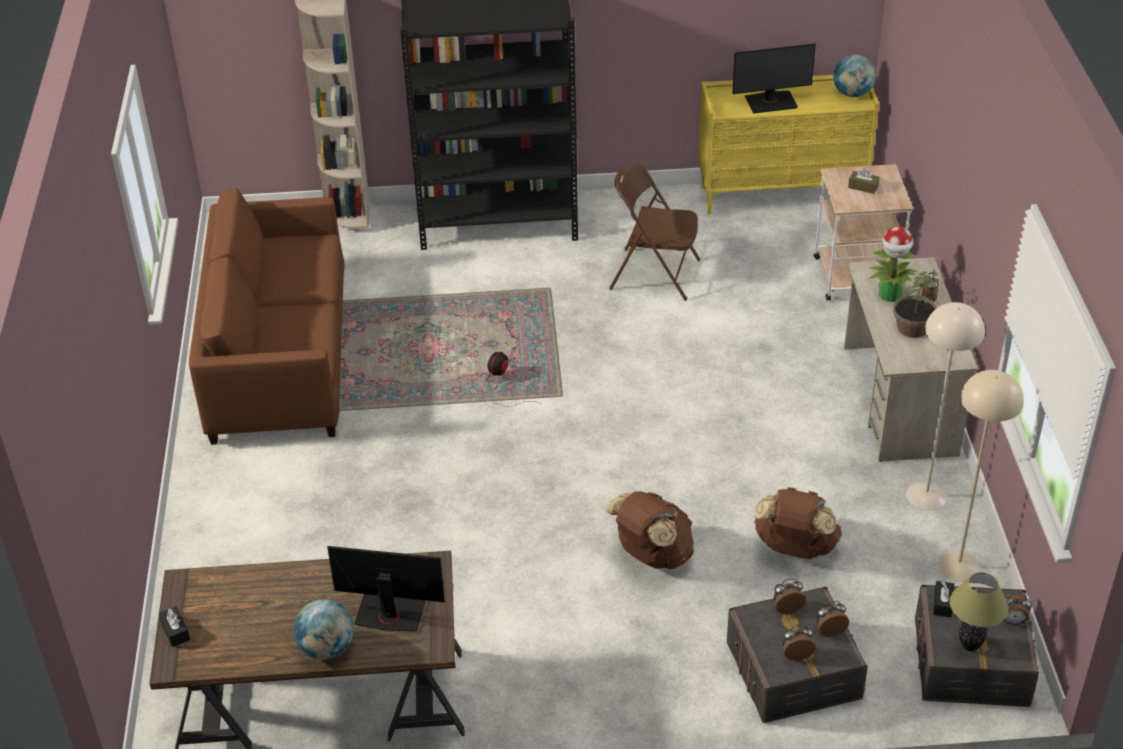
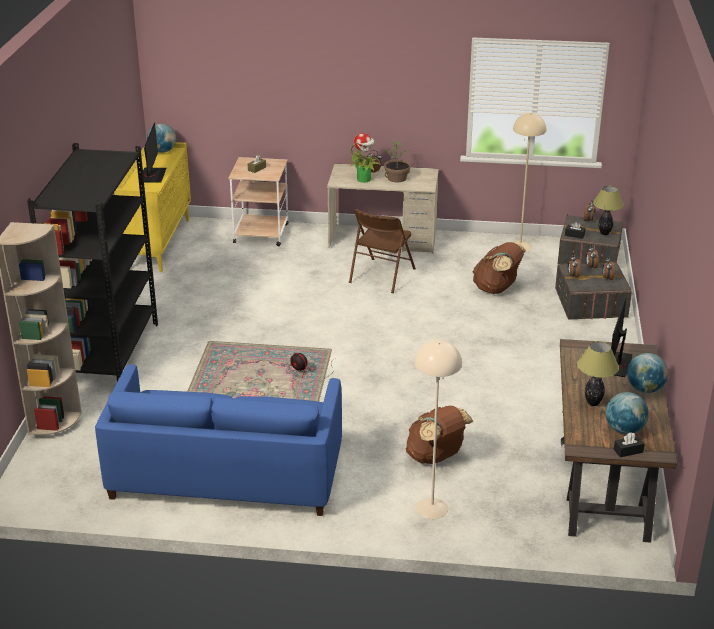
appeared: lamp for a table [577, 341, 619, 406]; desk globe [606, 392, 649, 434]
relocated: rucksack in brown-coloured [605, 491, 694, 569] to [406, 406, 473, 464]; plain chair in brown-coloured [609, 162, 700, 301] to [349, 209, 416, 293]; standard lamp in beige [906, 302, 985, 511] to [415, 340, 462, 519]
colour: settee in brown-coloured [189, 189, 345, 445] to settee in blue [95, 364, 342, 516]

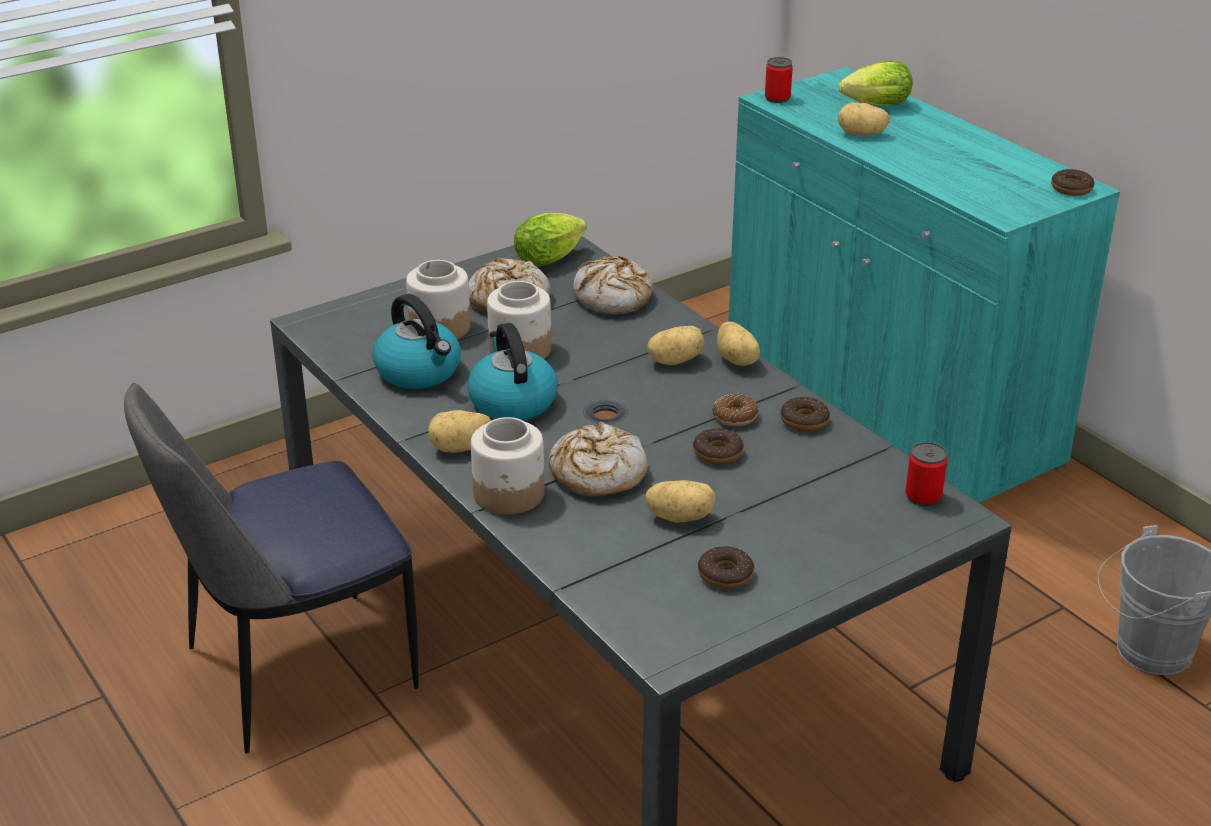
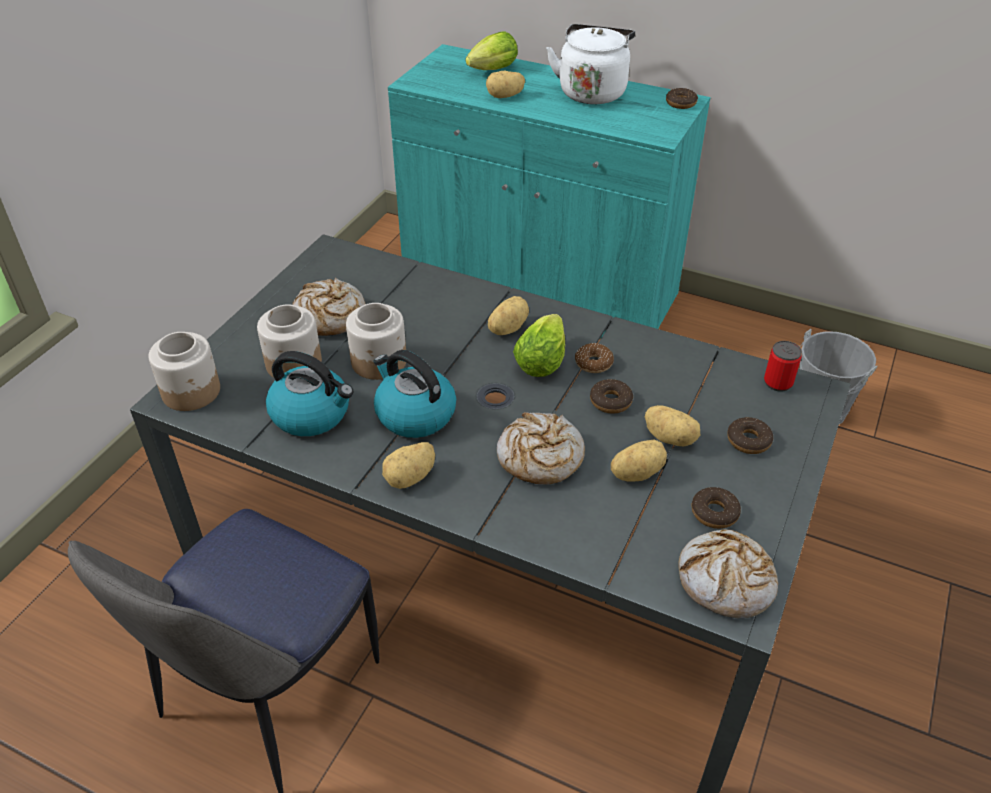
missing: sealed can [765, 57, 793, 103]
appeared: kettle in whitish [546, 24, 635, 104]
relocated: storage jar [471, 417, 544, 515] to [149, 332, 220, 411]; head of lettuce [514, 213, 587, 266] to [513, 314, 565, 377]; bread [573, 256, 653, 314] to [678, 529, 778, 619]; potato [717, 322, 760, 366] to [645, 405, 700, 446]; donut [781, 397, 830, 432] to [727, 417, 773, 454]

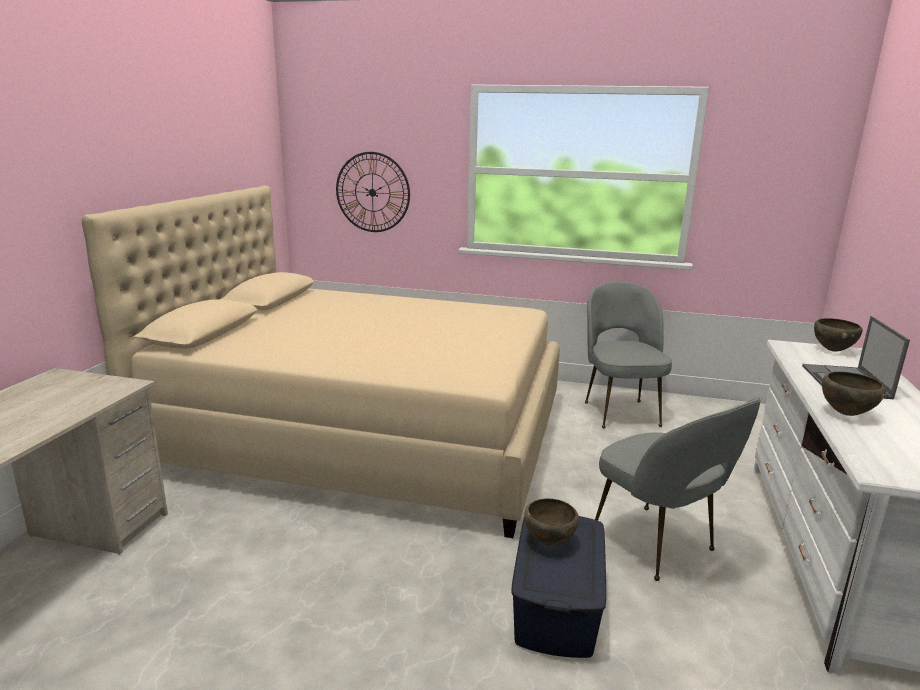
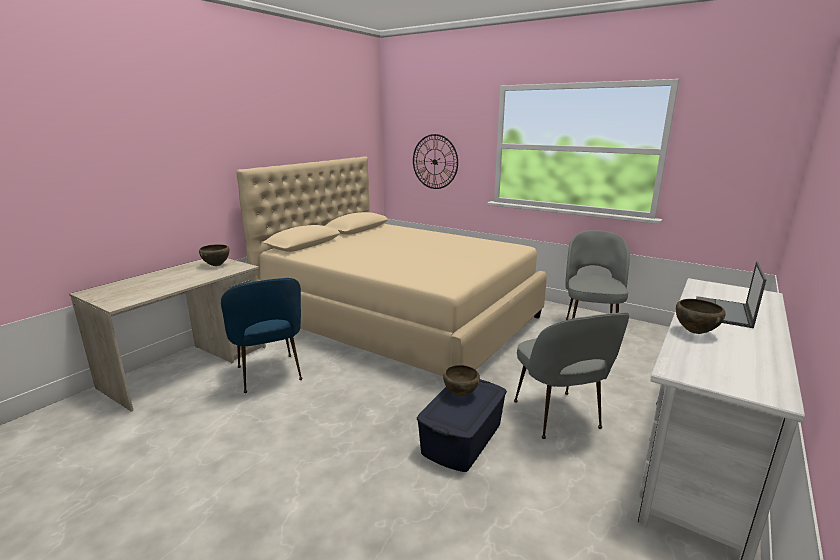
appeared: plain chair in blue [221, 278, 302, 393]
relocated: deep dish in brown-coloured [814, 318, 863, 352] to [199, 244, 229, 266]

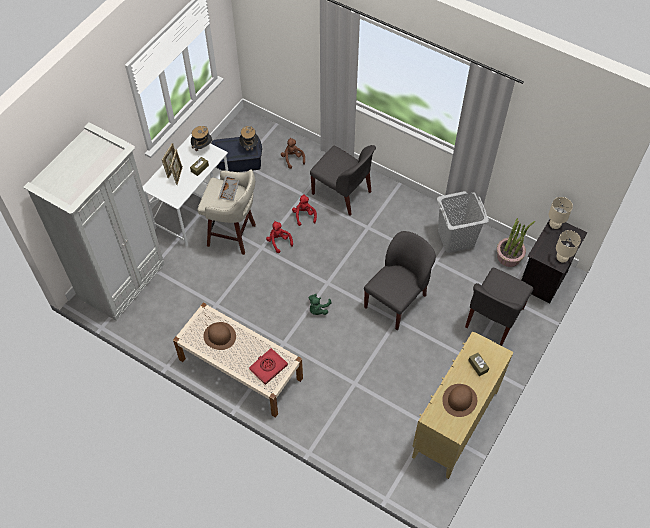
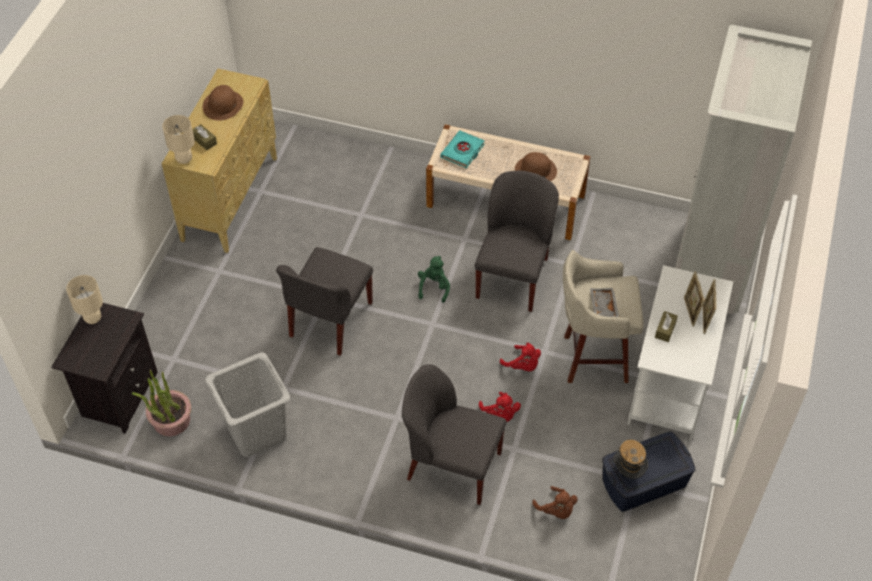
missing: wearable hat [191, 126, 212, 151]
relocated: plain chair in grey [465, 268, 533, 346] to [475, 171, 559, 312]; lamp for a table in beige [549, 197, 573, 229] to [162, 115, 195, 164]
colour: book in red-coloured [249, 348, 288, 385] to book in blue-green [441, 130, 485, 168]

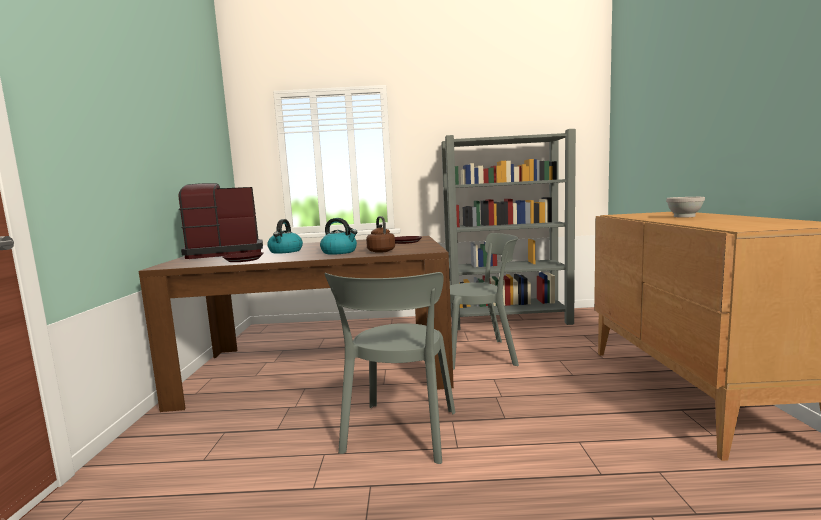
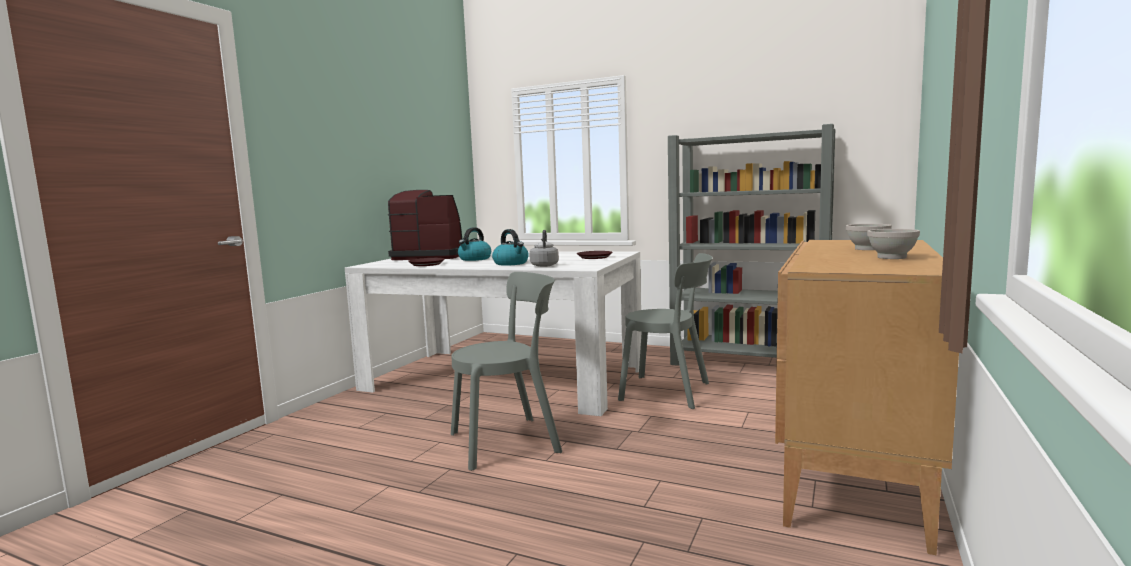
appeared: deep dish in whitish [867, 229, 920, 259]
colour: dinner table in brown-coloured [139, 236, 454, 412] to dinner table in whitish [345, 251, 642, 416]; kettle in brown-coloured [366, 216, 395, 253] to kettle in grey [529, 230, 559, 267]
spun: plain chair in grey [325, 272, 455, 464] = [451, 272, 562, 471] 150 degrees counterclockwise

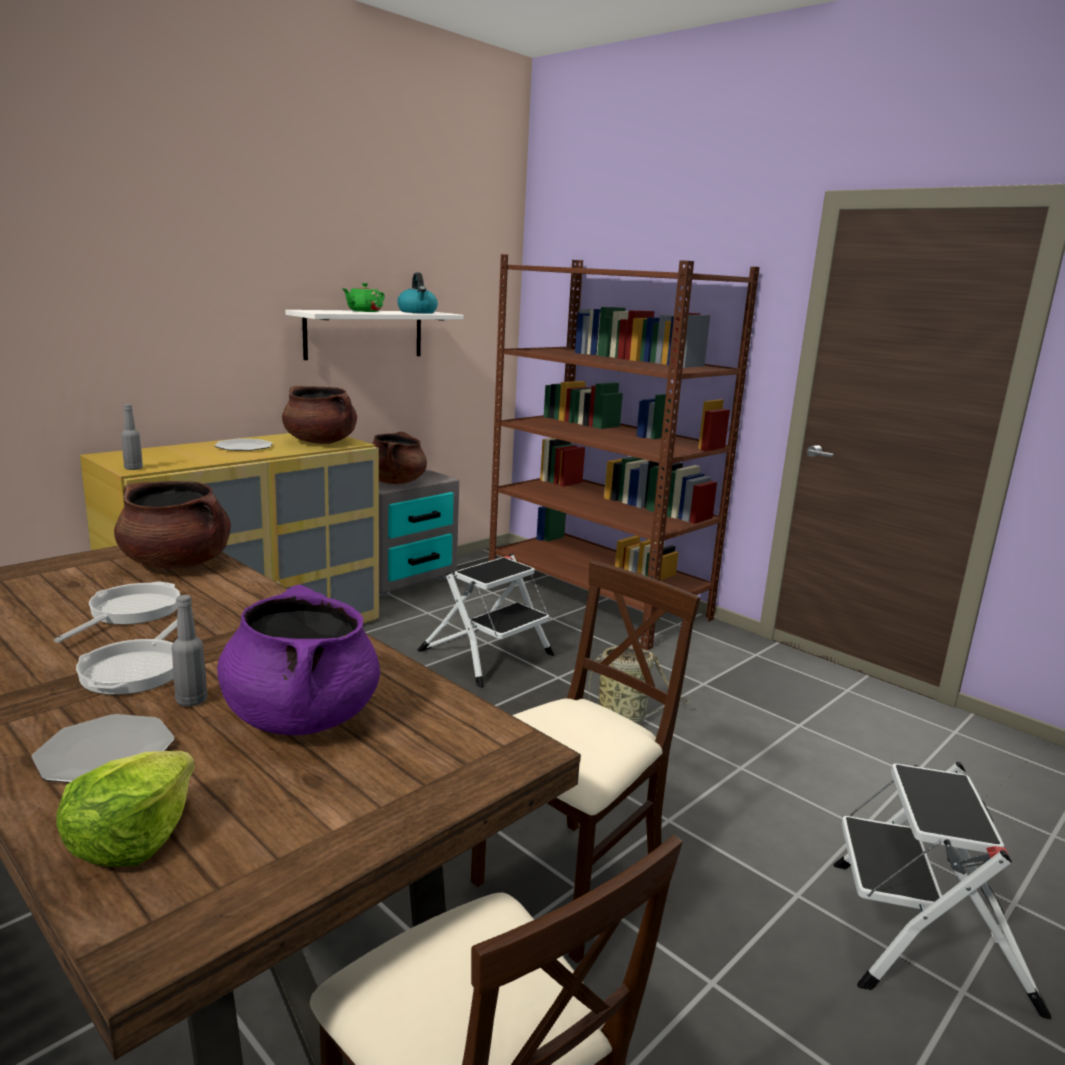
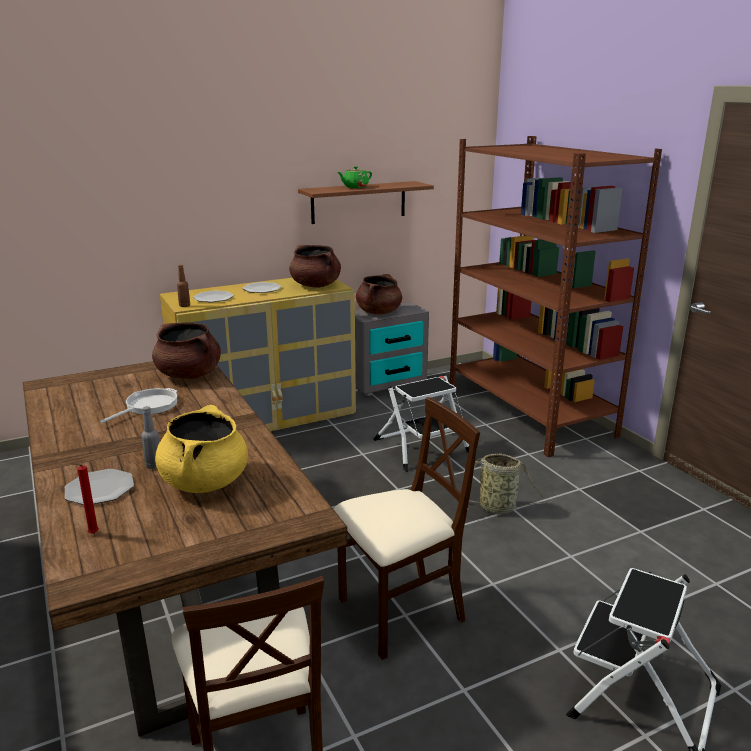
missing: skillet [76, 619, 177, 695]; kettle [397, 272, 438, 313]
appeared: flat dish [193, 290, 234, 302]
exchanged: head of lettuce [56, 751, 195, 867] to wax candle in red-coloured [73, 463, 99, 534]
colour: drink bottle in grey [121, 404, 143, 470] to drink bottle in brown-coloured [177, 265, 190, 307]; stockpot in purple [217, 585, 380, 735] to stockpot in yellow [155, 405, 248, 493]; shelf in whitish [285, 310, 464, 360] to shelf in brown-coloured [298, 181, 434, 224]

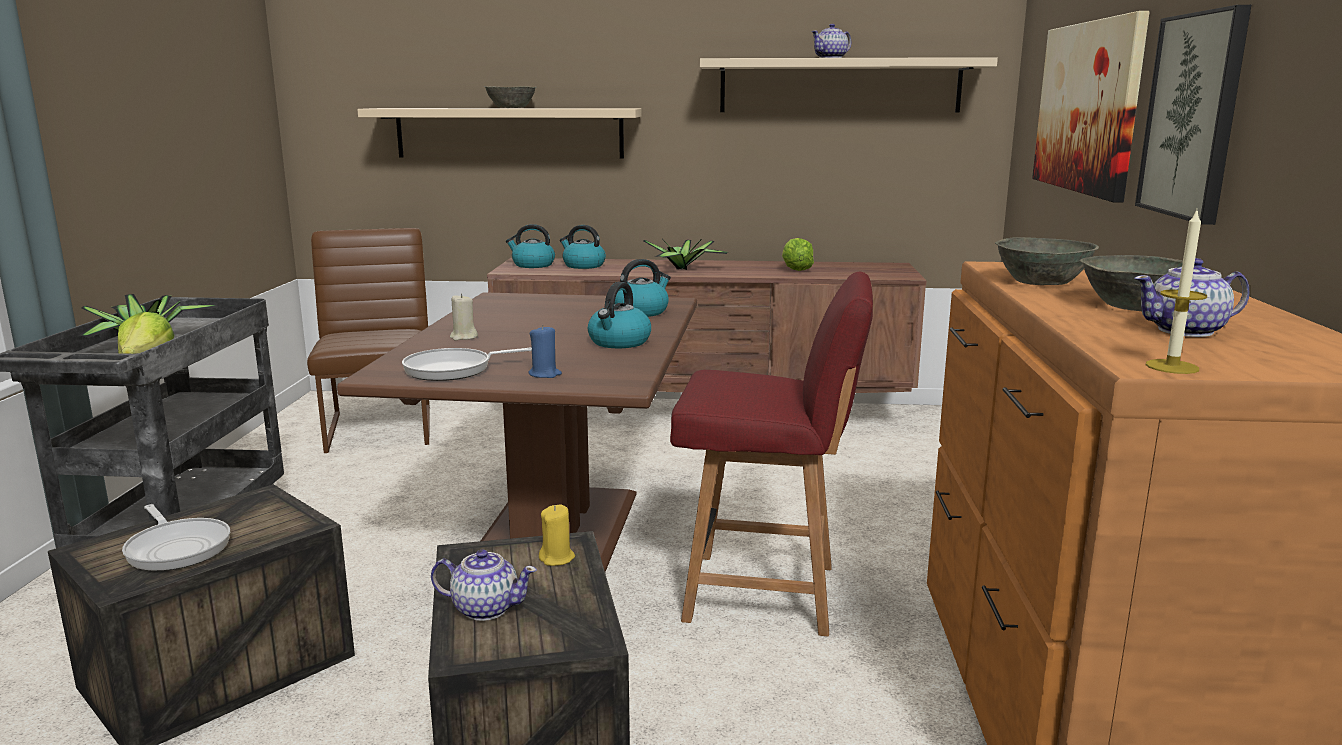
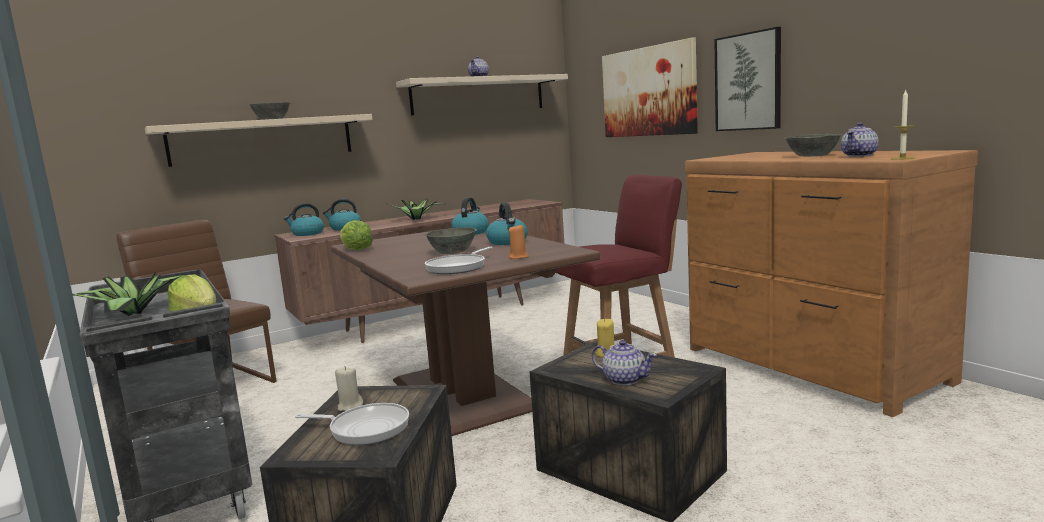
relocated: wax candle in beige [450, 294, 478, 341] to [335, 366, 363, 411]; head of lettuce [782, 238, 814, 271] to [340, 220, 373, 250]; deep dish in grey [995, 237, 1099, 285] to [425, 228, 477, 254]
colour: wax candle in blue [528, 325, 562, 378] to wax candle in orange [509, 225, 529, 259]
spun: teapot [431, 550, 537, 621] = [592, 340, 657, 385] 60 degrees clockwise

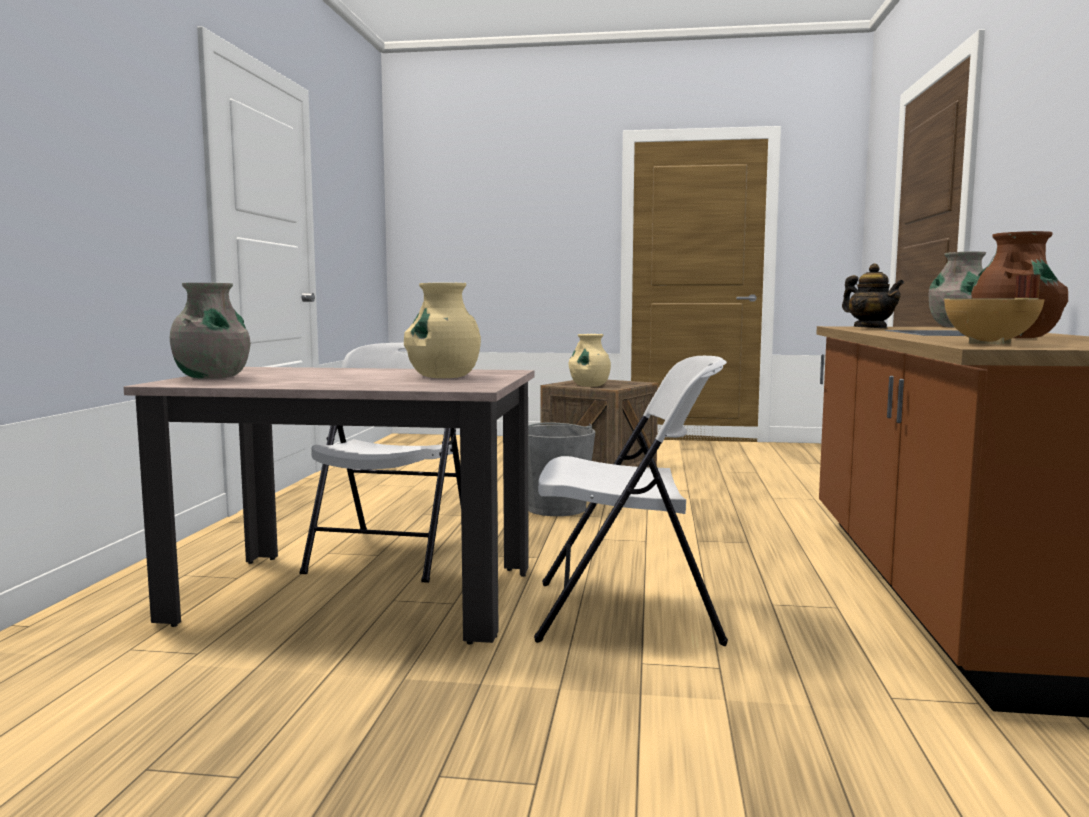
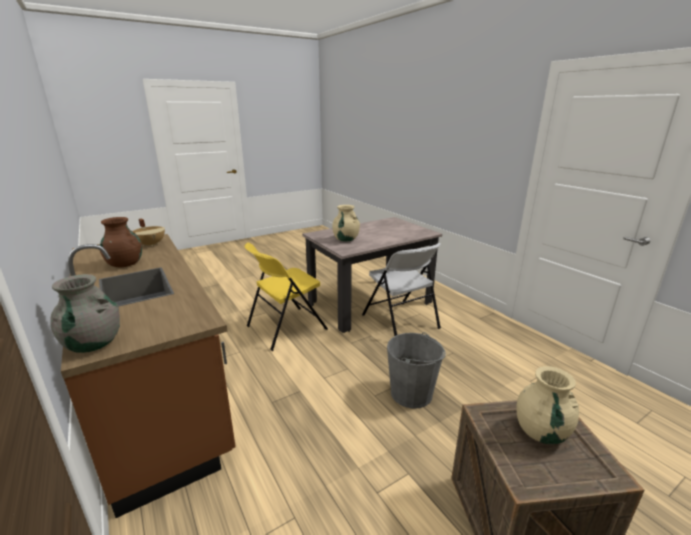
missing: vase in grey [170, 283, 251, 379]; teapot [842, 263, 904, 329]
colour: plain chair in whitish [534, 356, 728, 646] to plain chair in yellow [245, 243, 328, 351]

